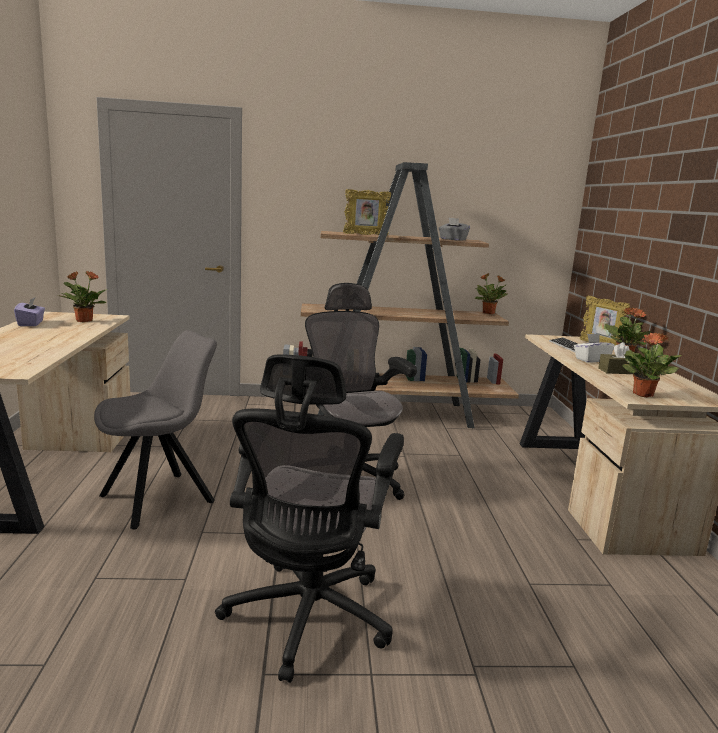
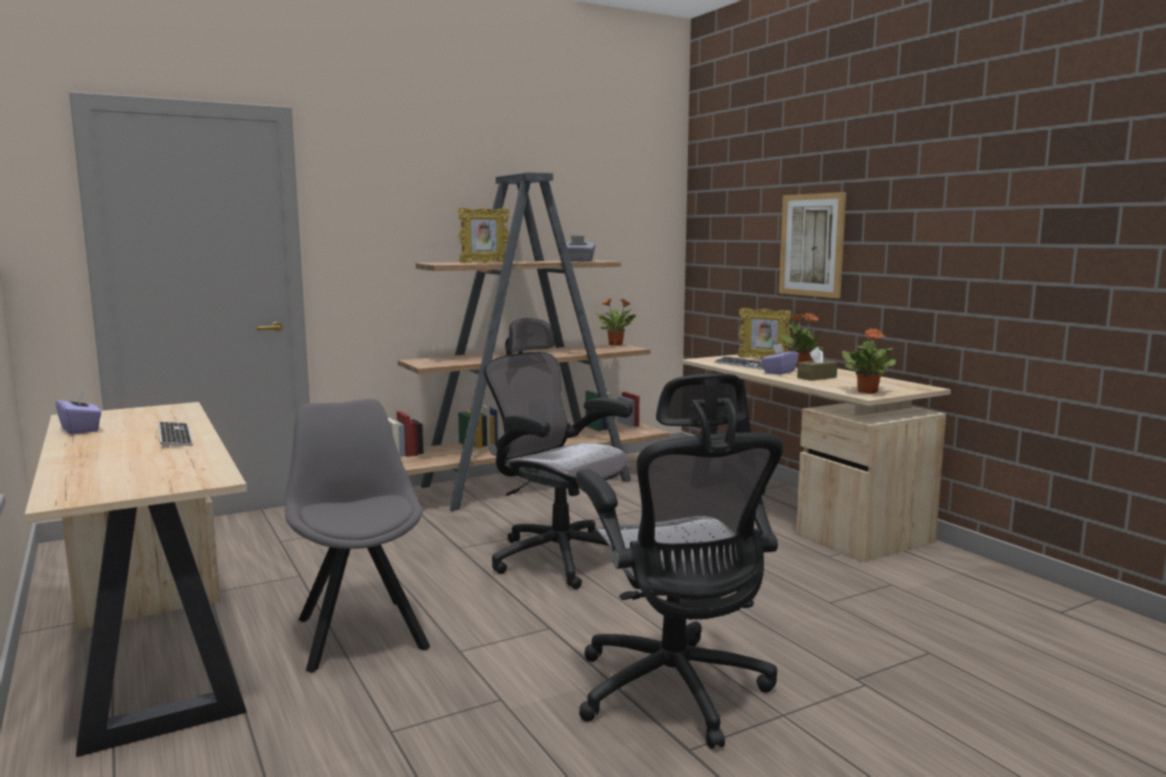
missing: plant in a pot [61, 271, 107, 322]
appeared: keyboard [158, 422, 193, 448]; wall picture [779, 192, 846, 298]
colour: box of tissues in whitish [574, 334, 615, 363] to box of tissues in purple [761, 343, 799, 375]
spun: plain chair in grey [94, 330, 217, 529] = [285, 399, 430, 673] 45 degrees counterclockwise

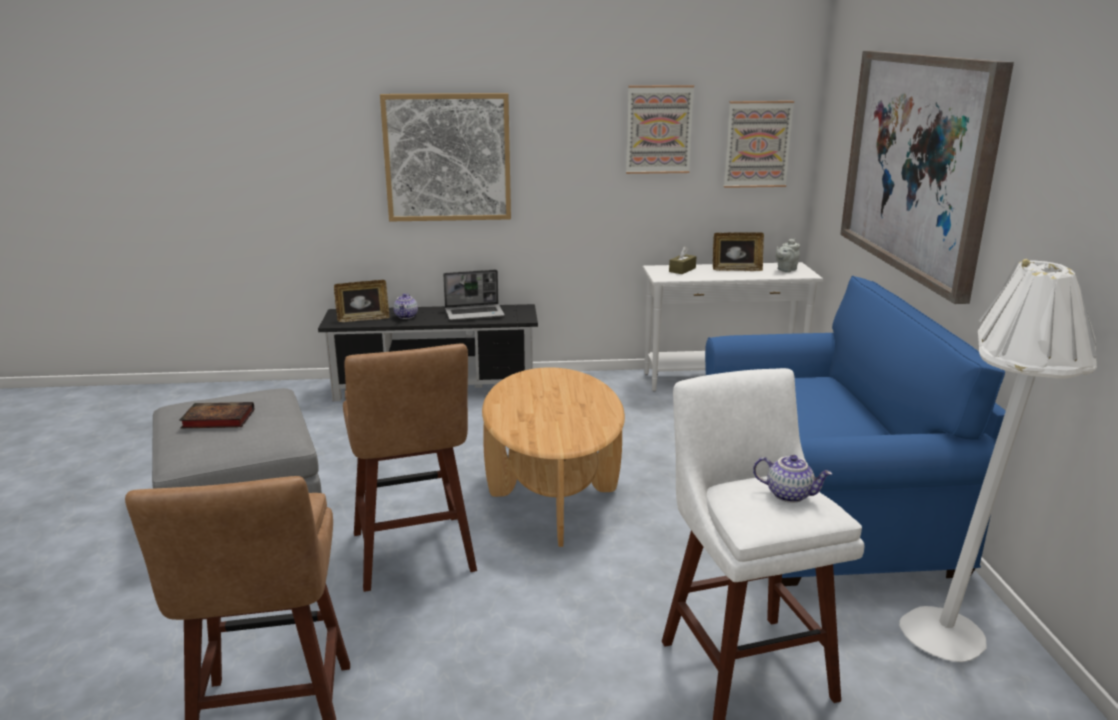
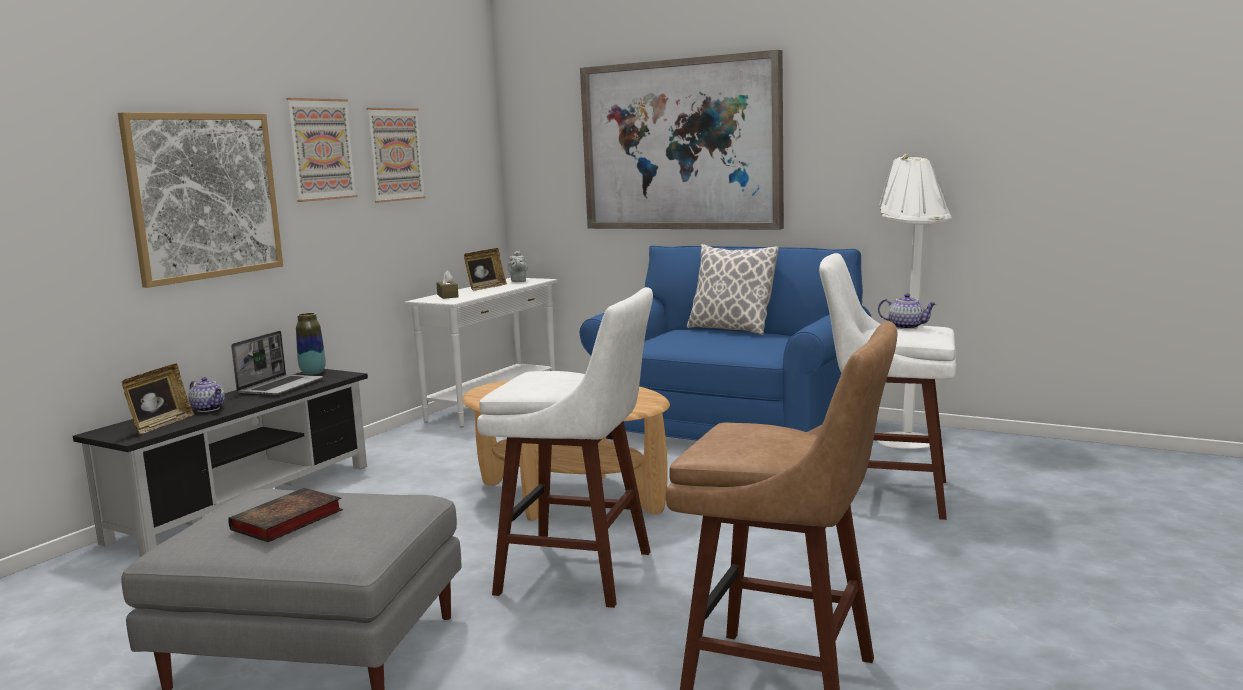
appeared: vase [296, 313, 326, 375]; pillow [686, 244, 779, 335]
relocated: wall picture [724, 101, 794, 188] to [286, 98, 357, 202]
colour: stool seat in brown-coloured [343, 344, 477, 592] to stool seat in whitish [477, 287, 653, 608]
spun: teapot [753, 455, 832, 503] = [878, 293, 937, 329] 60 degrees clockwise

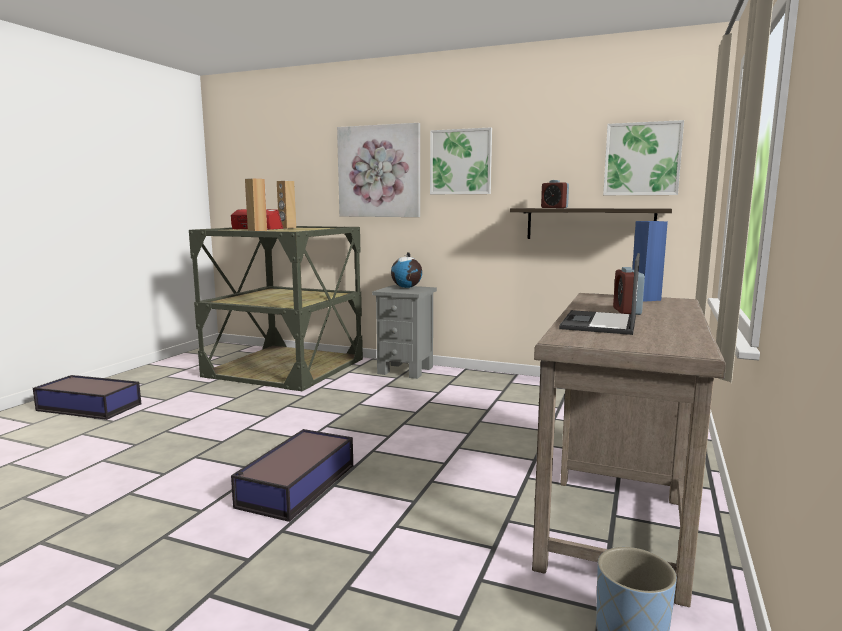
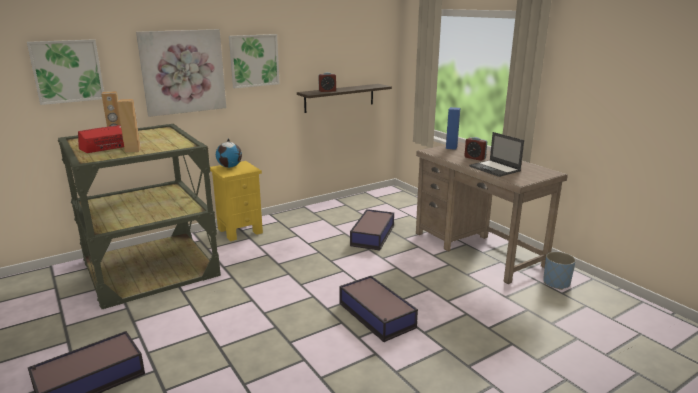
appeared: storage bin [350, 209, 394, 250]
relocated: wall picture [603, 120, 684, 195] to [27, 39, 104, 105]
colour: bedside table in grey [372, 285, 437, 379] to bedside table in yellow [210, 161, 263, 241]

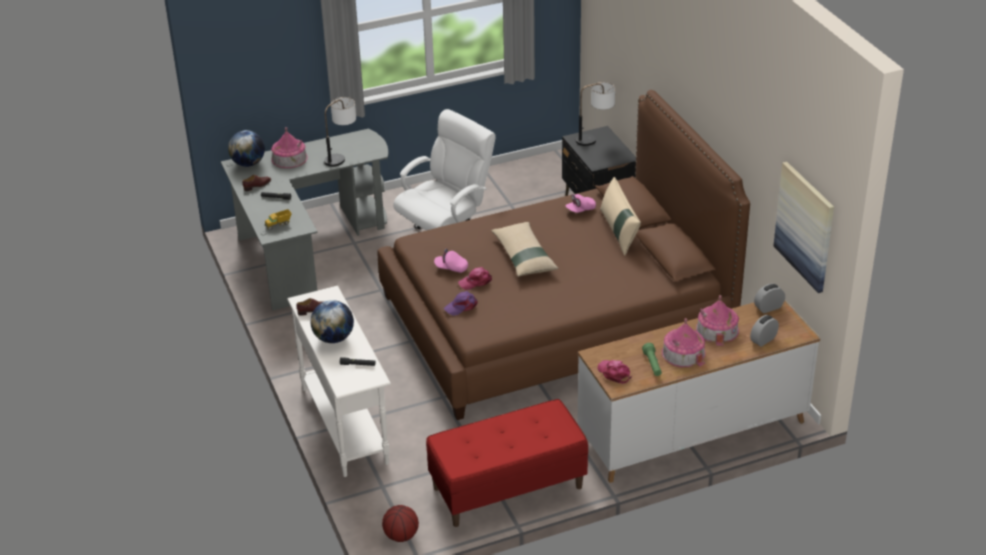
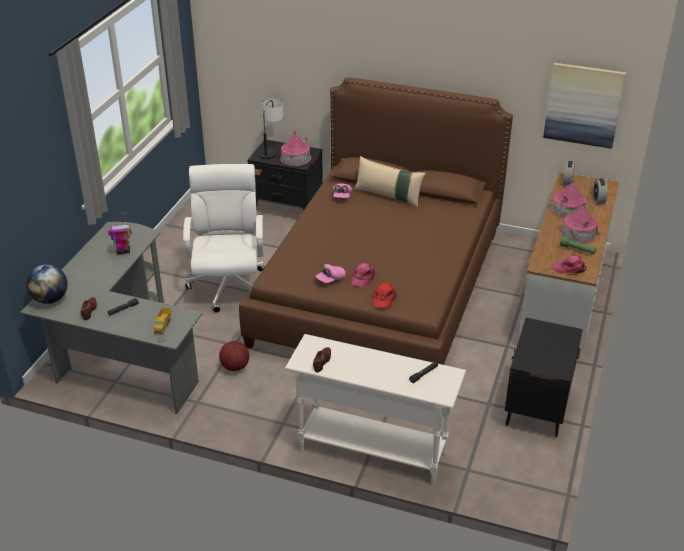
missing: desk globe [310, 300, 354, 343]; pillow in beige [491, 222, 558, 277]
relocated: toy house [271, 127, 308, 168] to [280, 130, 311, 166]; basketball [382, 505, 419, 542] to [219, 341, 249, 371]
exchanged: lamp for a table [324, 97, 356, 167] to model robot [108, 212, 132, 254]; indoor bench in red-coloured [426, 399, 588, 527] to bedside table in blackish [504, 318, 583, 438]
colour: baseball cap in purple [444, 291, 478, 316] to baseball cap in red-coloured [373, 283, 397, 308]

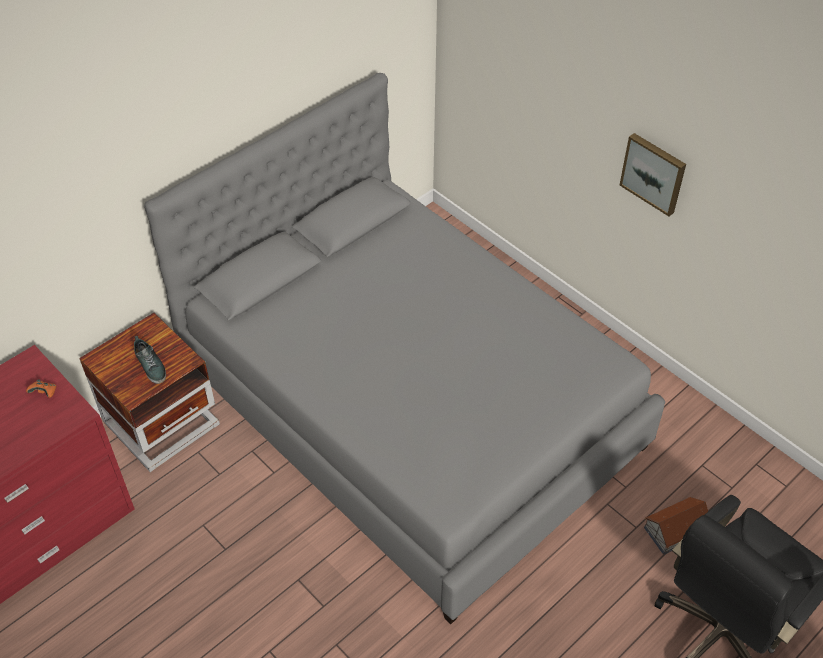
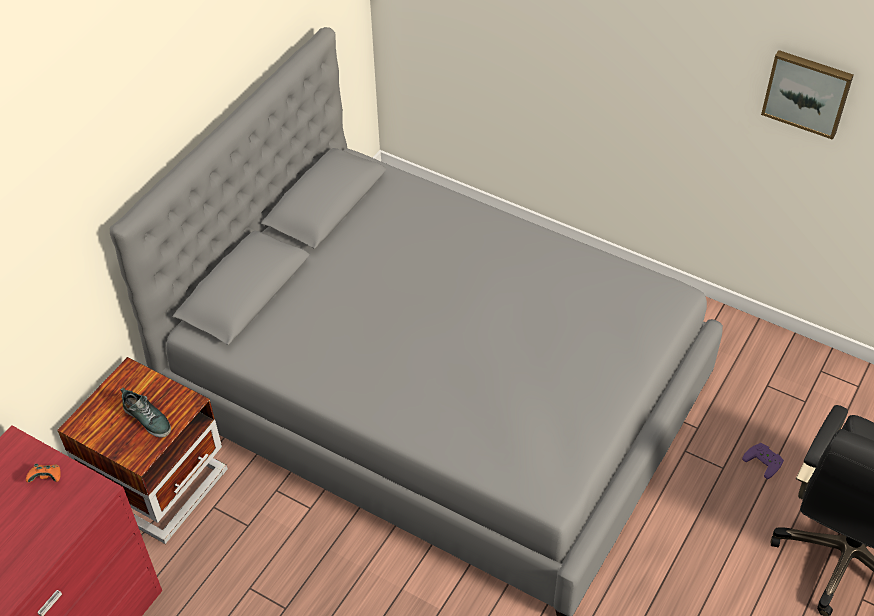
relocated: wall picture [620, 133, 686, 216] to [761, 50, 853, 140]
exchanged: toy house [644, 497, 708, 555] to gamepad in purple [742, 443, 784, 479]

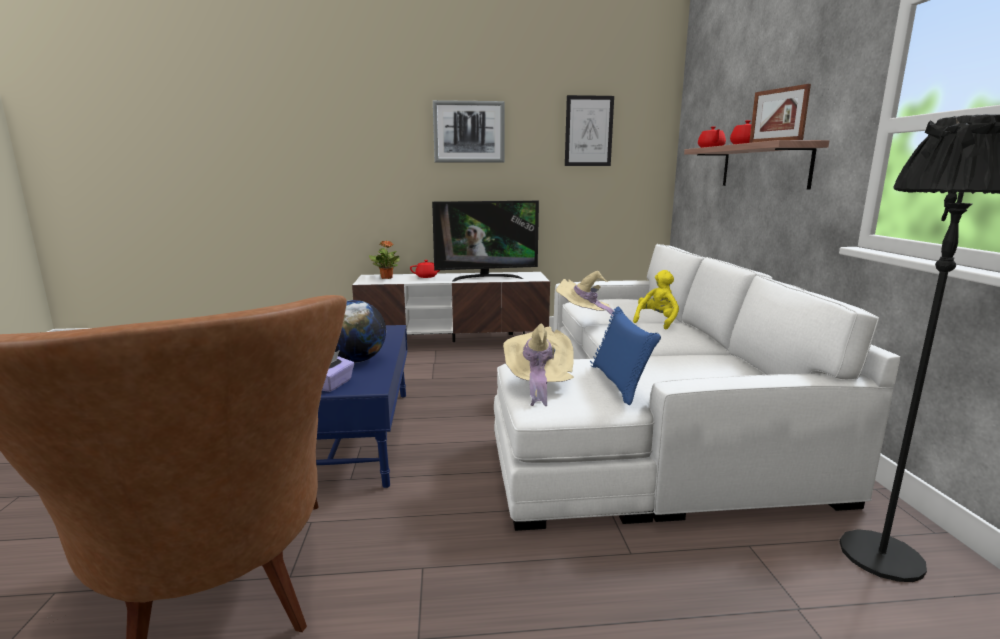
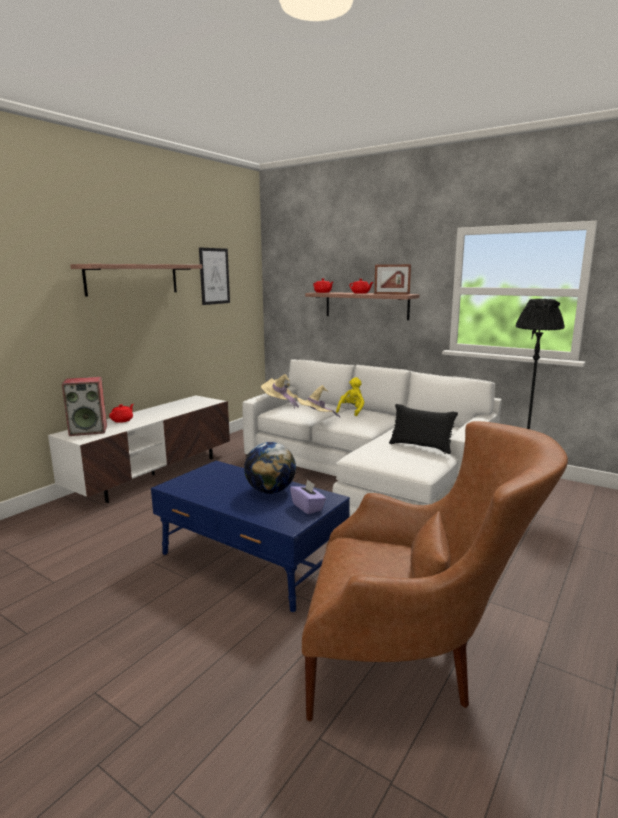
missing: TV [432, 201, 539, 282]
relocated: wearable hat in beige [503, 324, 574, 406] to [261, 374, 299, 409]
exchanged: plant in a pot [369, 241, 400, 279] to audio speaker [62, 377, 107, 436]; wall picture [433, 100, 505, 163] to shelf [70, 264, 202, 297]
colour: pillow in blue [590, 307, 661, 405] to pillow in blackish [389, 404, 458, 454]
spun: cuddly toy in yellow [633, 270, 679, 329] = [336, 377, 364, 416] 45 degrees clockwise

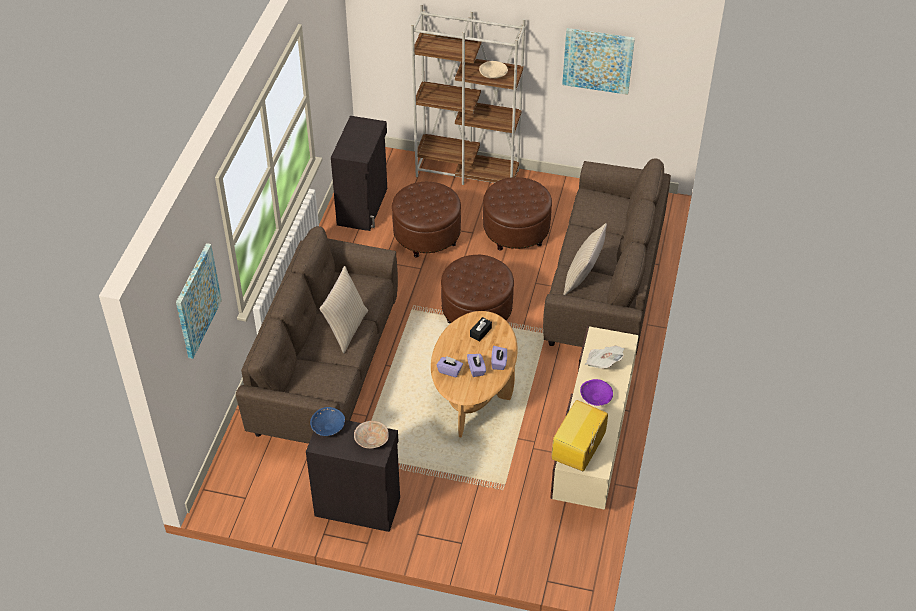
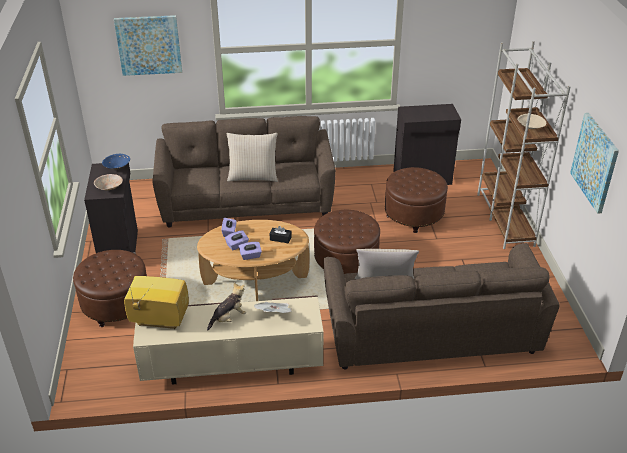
relocated: footrest in brown-coloured [483, 177, 552, 251] to [73, 250, 147, 327]
exchanged: deep dish in purple [580, 379, 613, 406] to cuddly toy [207, 282, 246, 330]

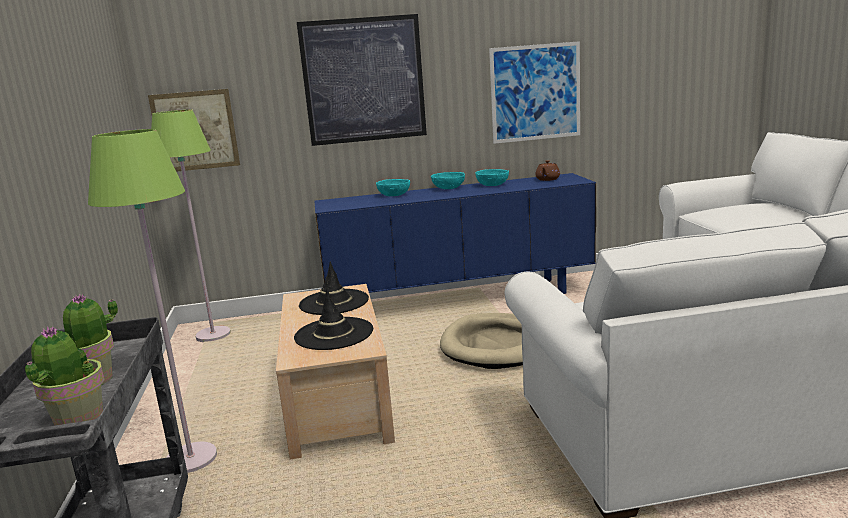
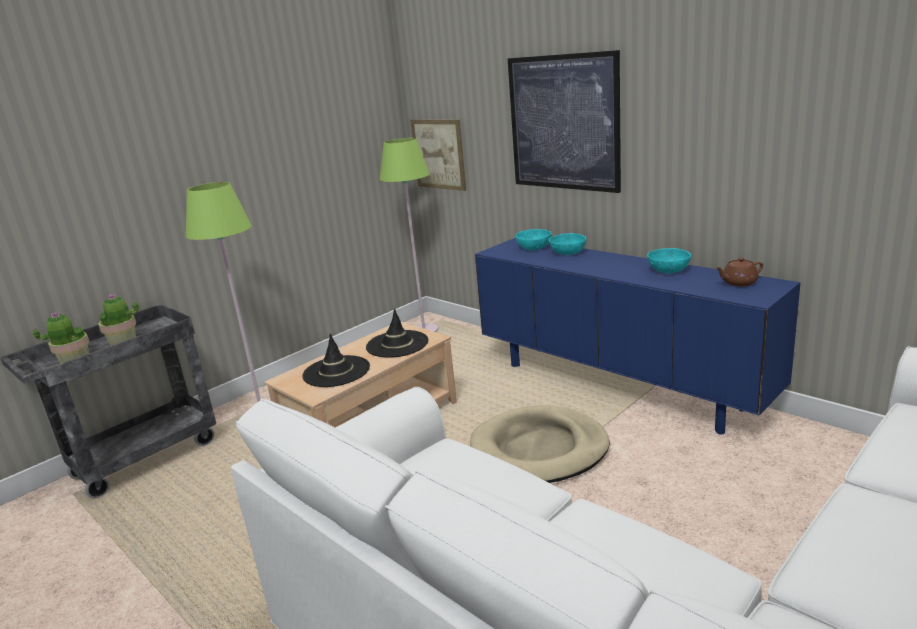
missing: wall picture [489, 41, 580, 144]
relocated: deep dish in blue-green [431, 172, 465, 189] to [515, 229, 552, 250]

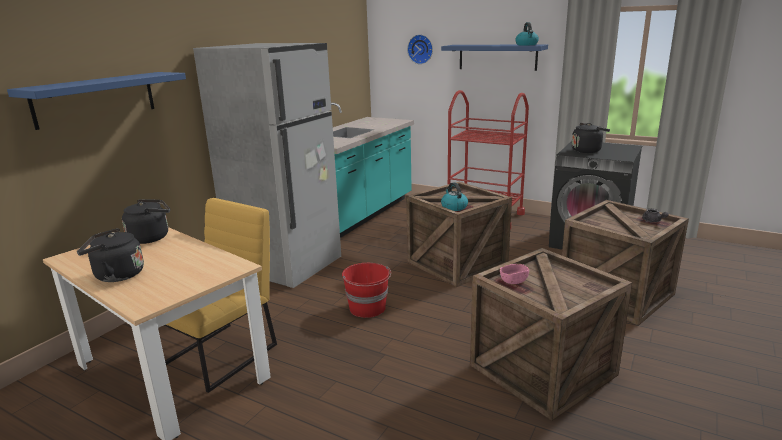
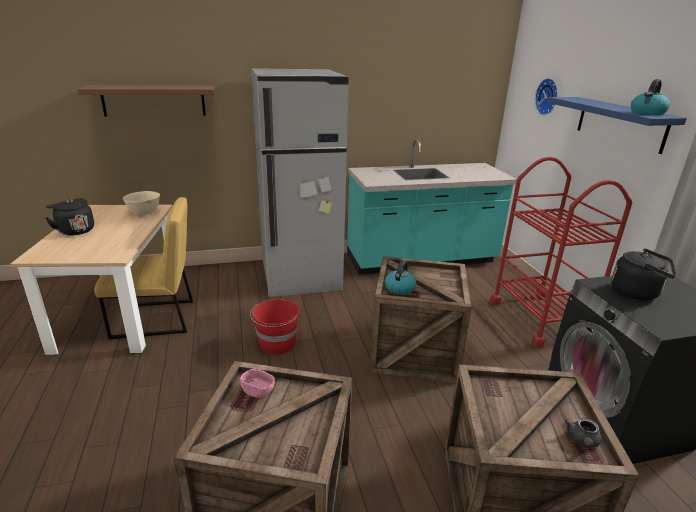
exchanged: kettle in blackish [122, 199, 170, 244] to deep dish in beige [123, 191, 160, 215]
colour: shelf in blue [7, 72, 186, 130] to shelf in brown-coloured [77, 85, 214, 116]

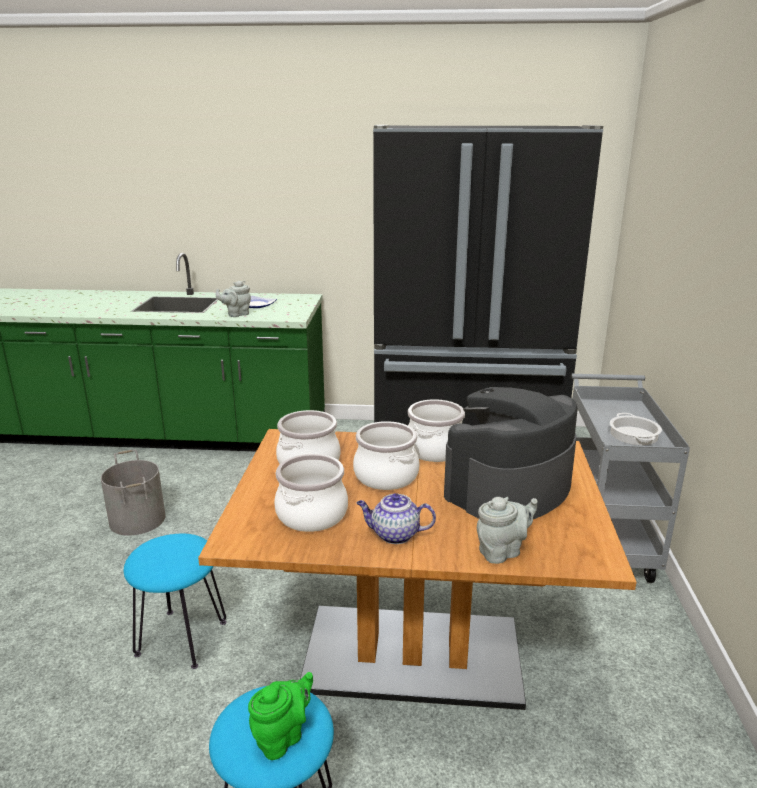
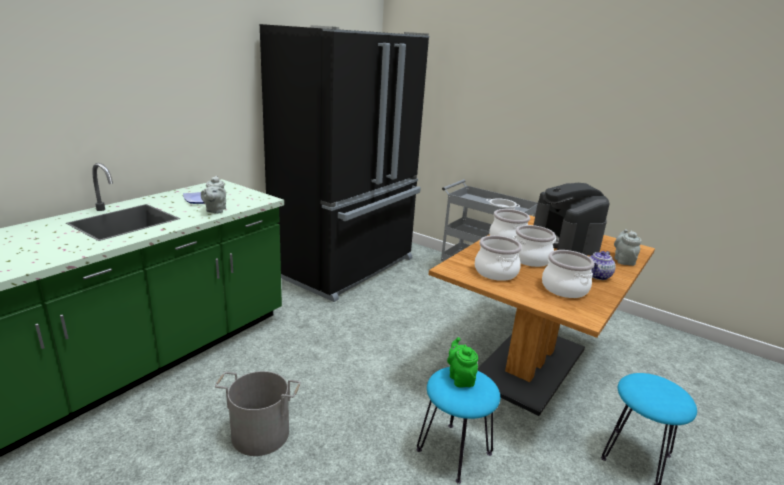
relocated: teapot in greenish [248, 672, 313, 760] to [447, 337, 478, 388]

